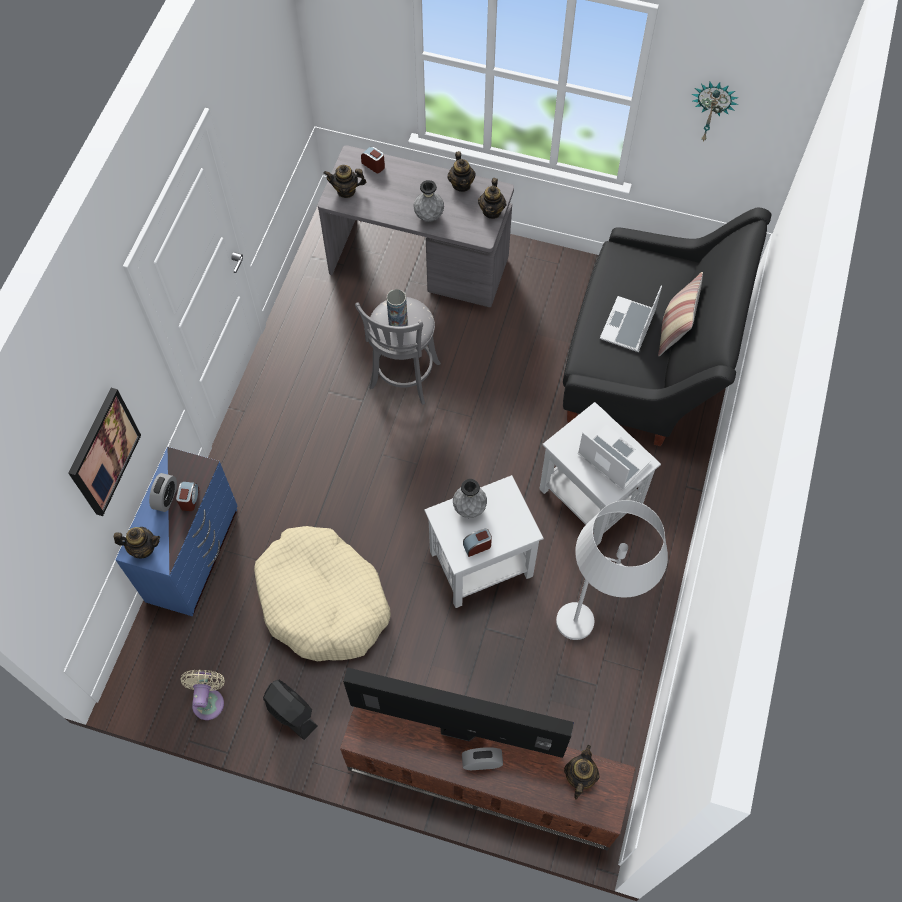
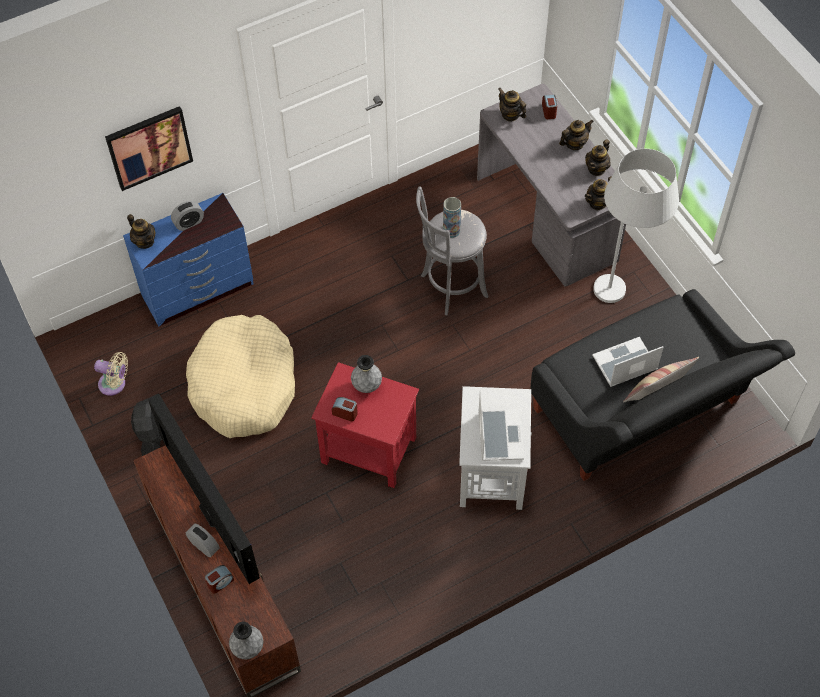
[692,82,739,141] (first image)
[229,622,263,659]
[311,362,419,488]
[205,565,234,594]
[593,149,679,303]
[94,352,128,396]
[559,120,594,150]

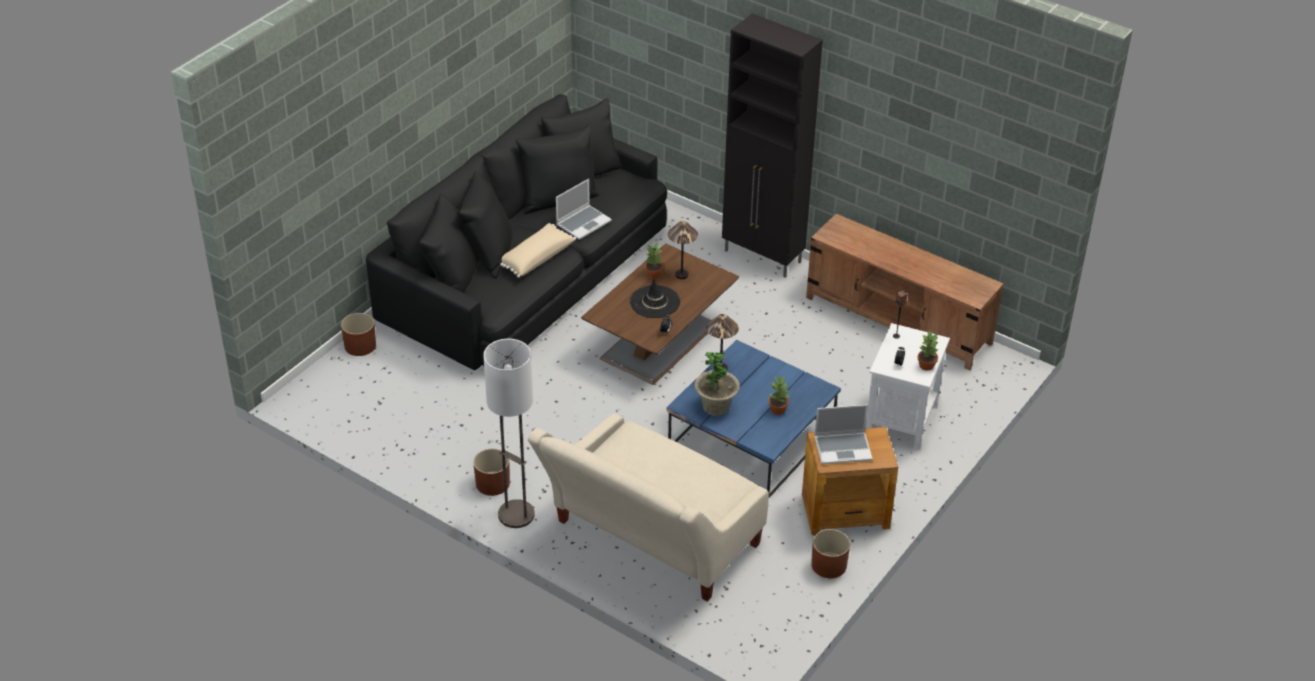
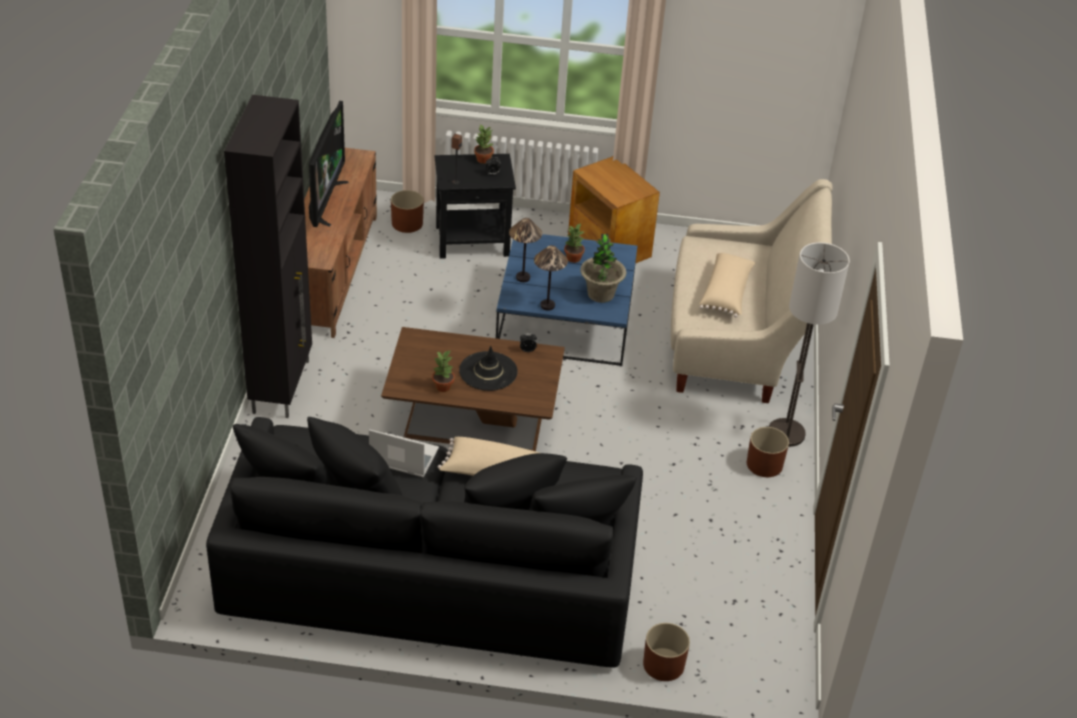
[509,218,542,282]
[434,154,516,259]
[814,404,873,464] (first image)
[391,190,424,233]
[309,101,349,227]
[699,253,755,317]

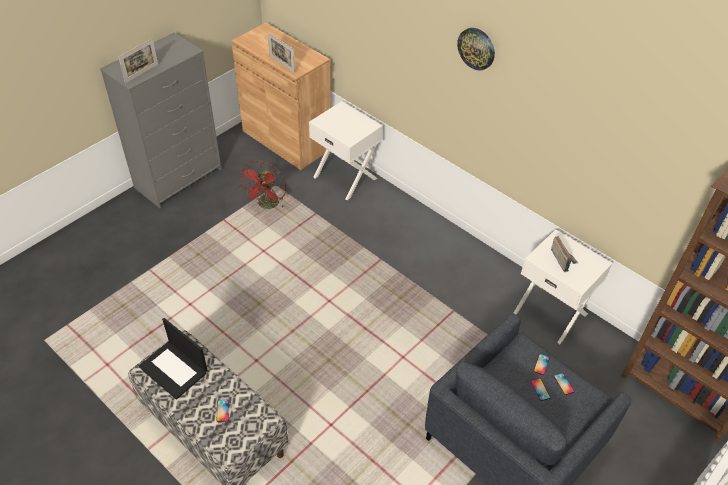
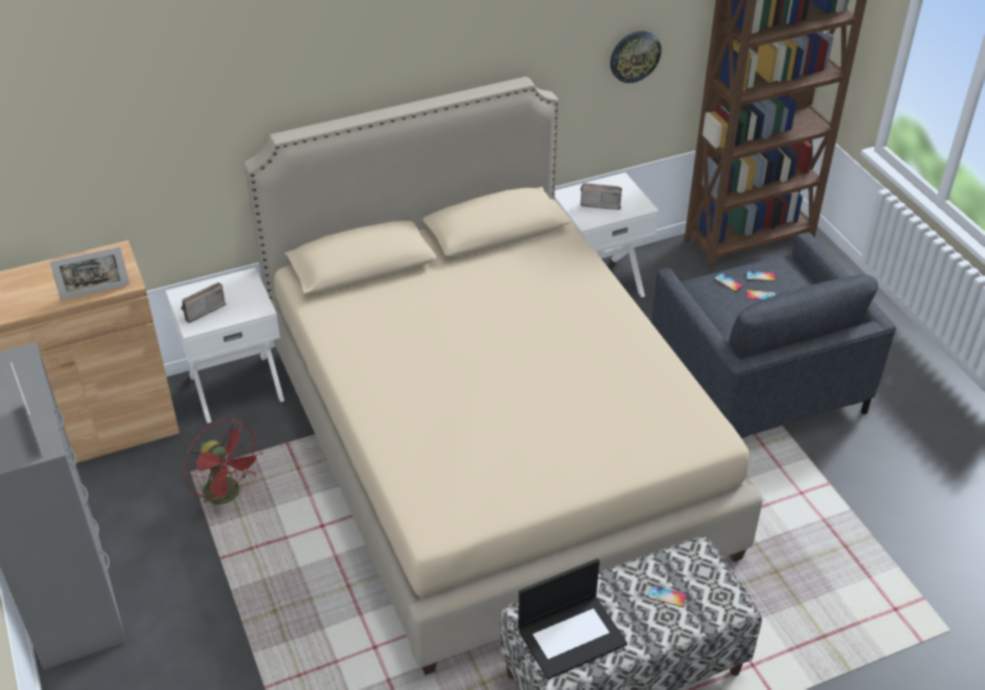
[610,31,661,83]
[244,77,763,675]
[181,282,227,323]

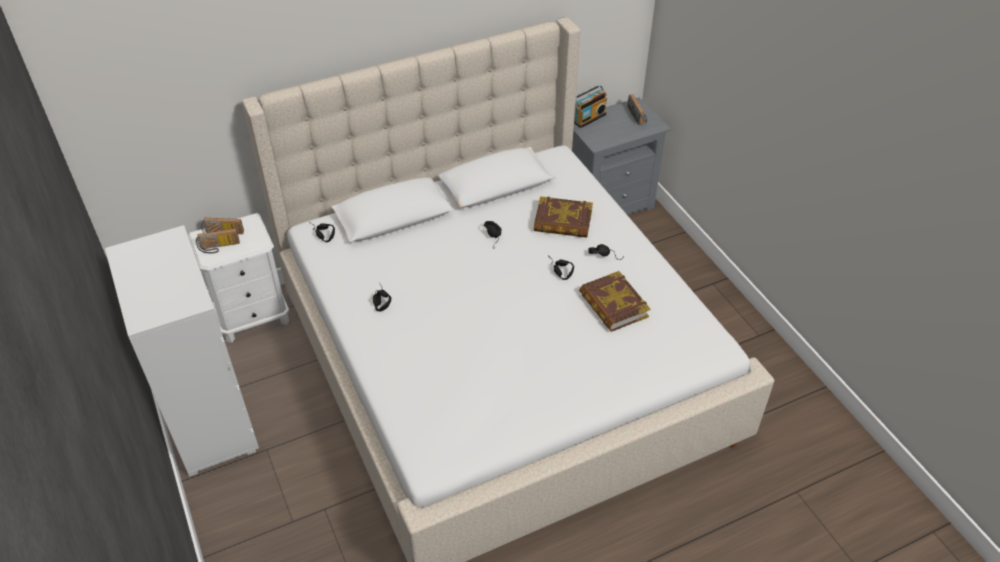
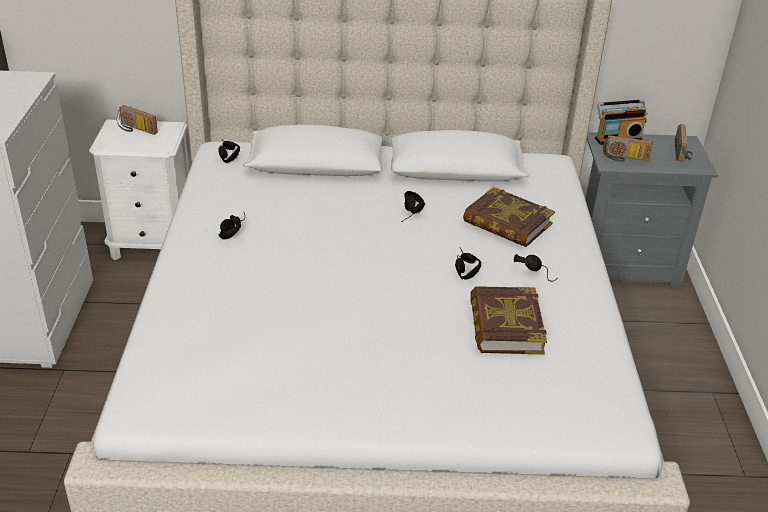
[603,135,653,162]

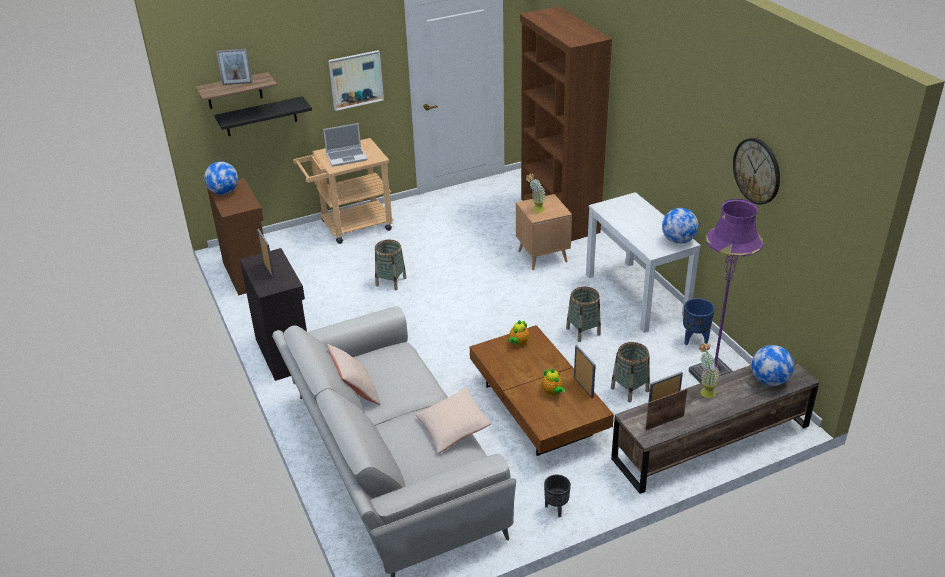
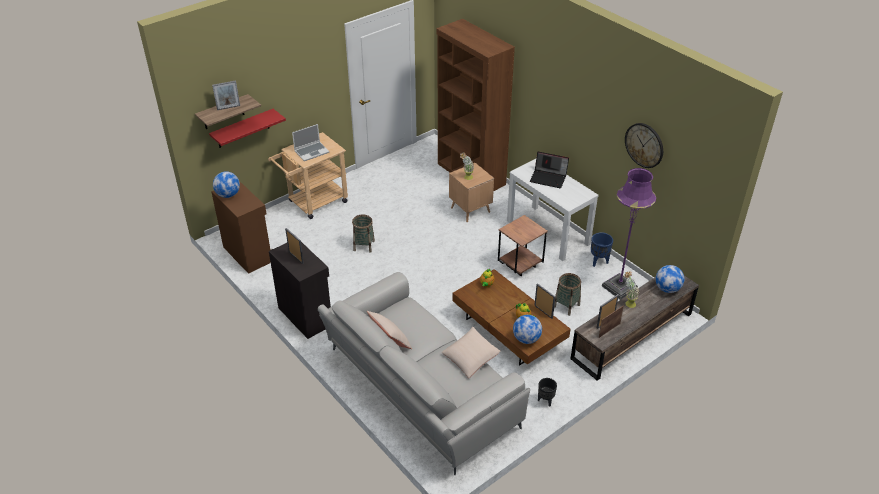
[328,50,384,111] (first image)
[209,109,286,148]
[513,315,542,344]
[498,215,548,276]
[530,152,569,188]

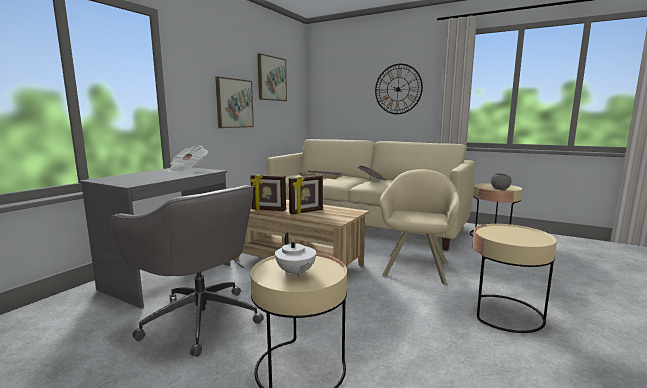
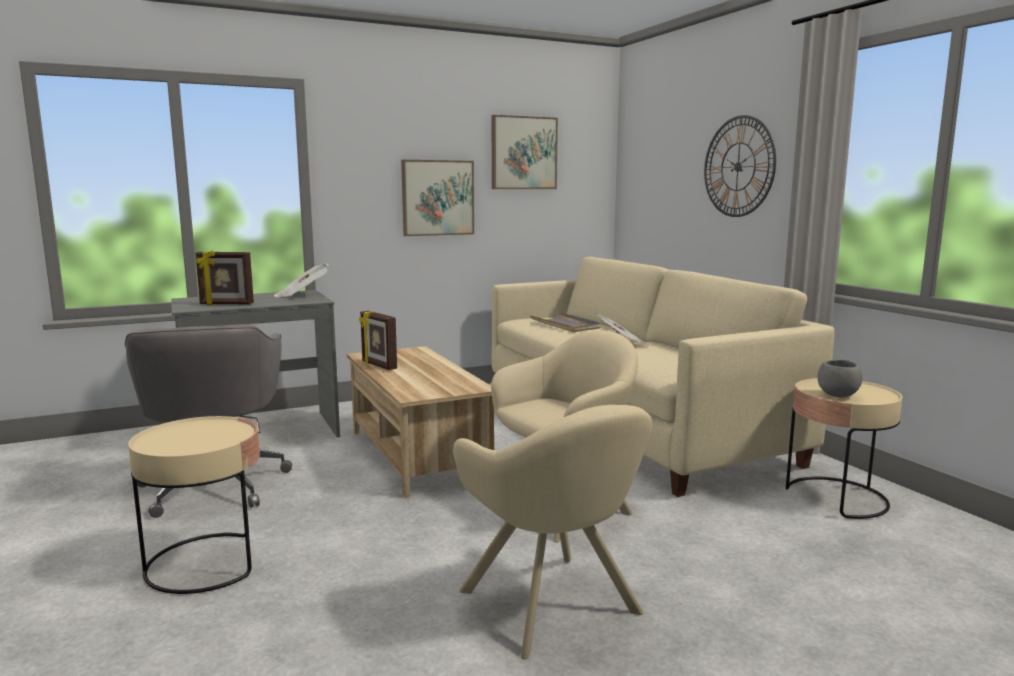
[195,250,254,305]
[453,405,652,659]
[275,232,316,277] (first image)

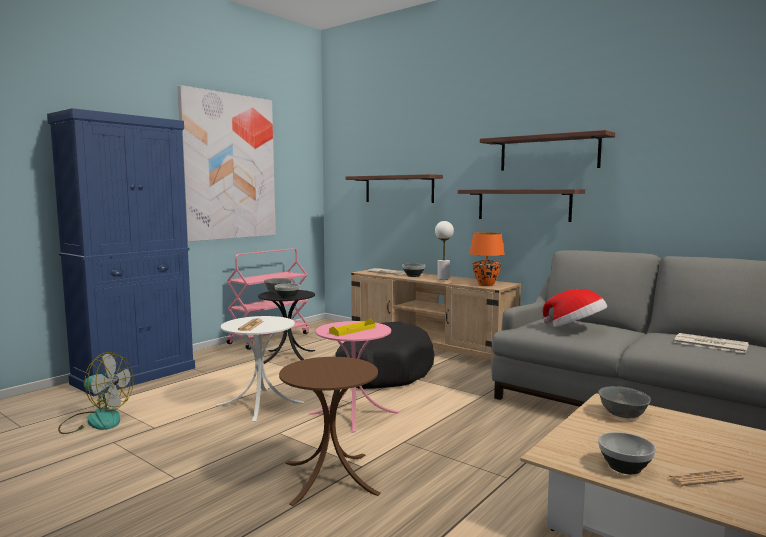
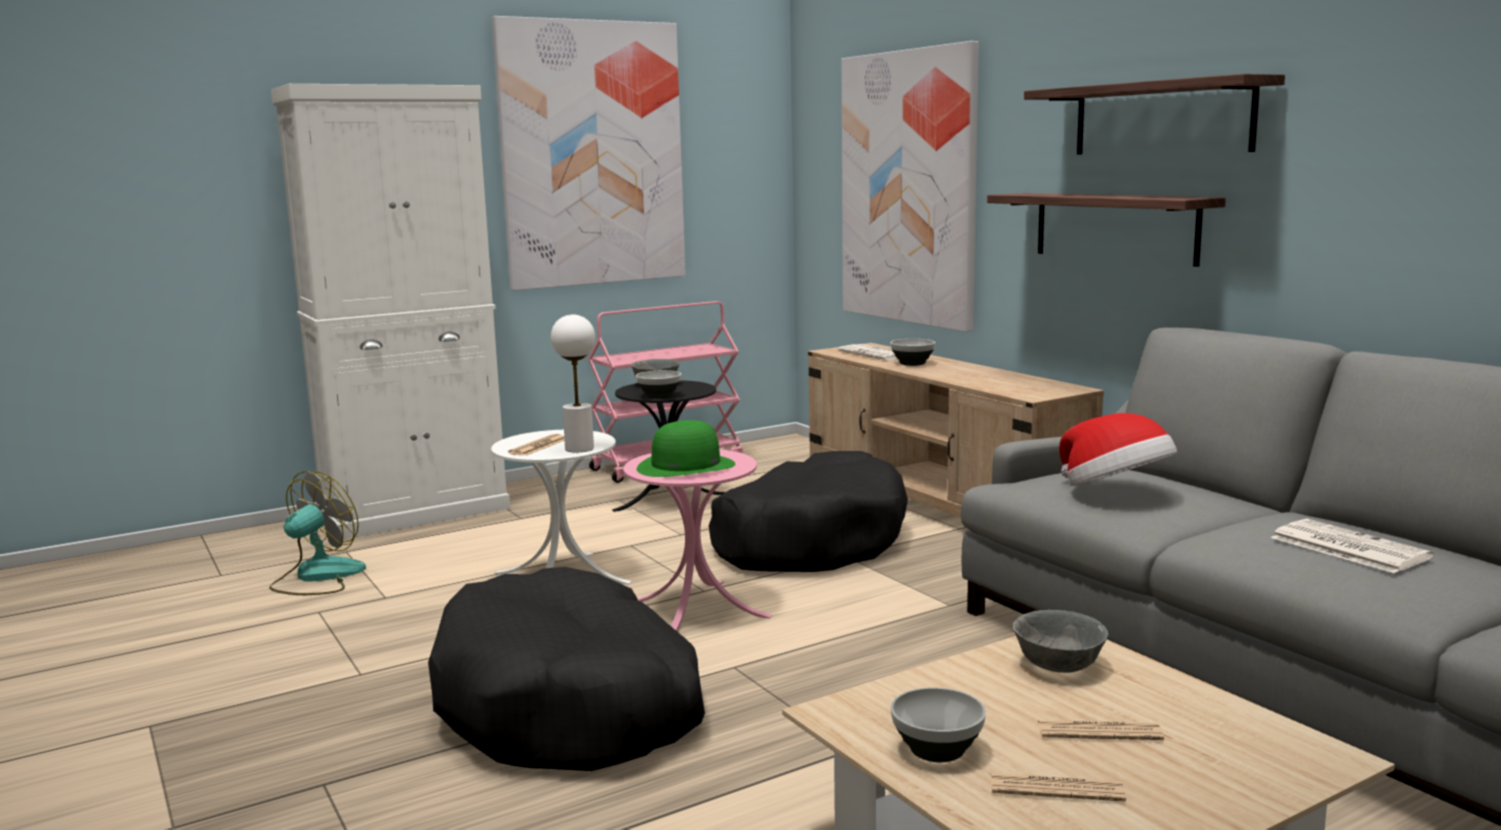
[271,84,510,539]
[841,41,979,332]
[551,314,595,452]
[469,232,505,286] (first image)
[637,420,735,477]
[269,471,366,595]
[428,567,705,771]
[1037,720,1164,740]

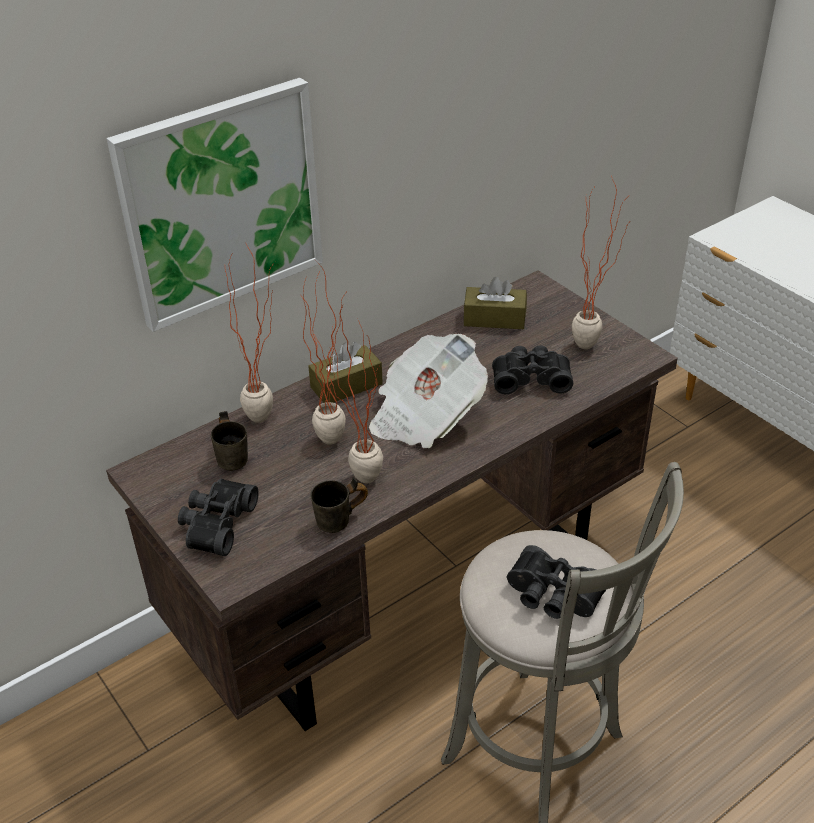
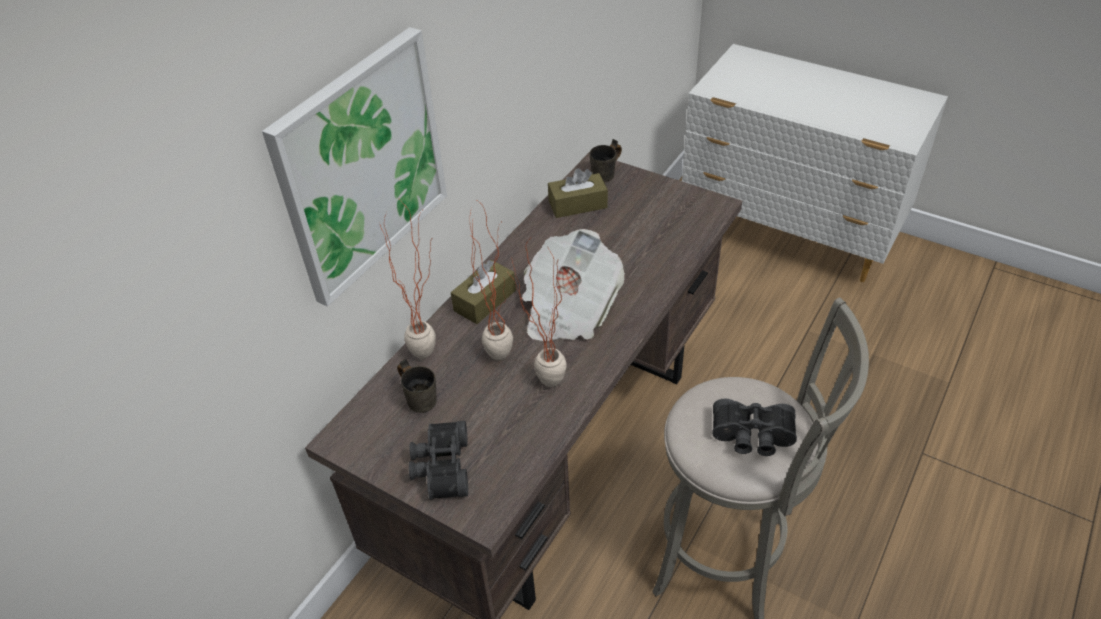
[572,176,631,349] (first image)
[492,345,573,394] (first image)
[590,139,622,182]

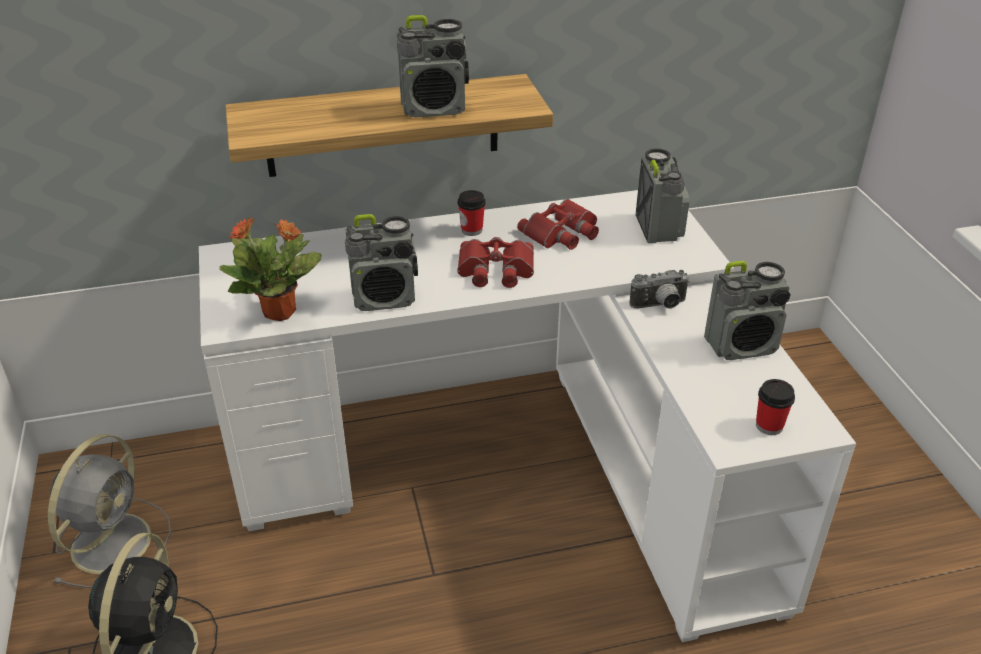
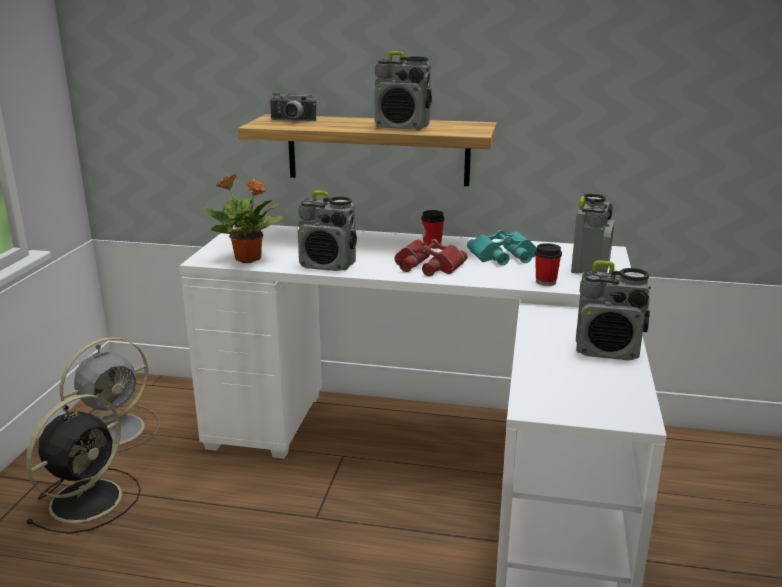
[467,230,537,266]
[269,92,316,122]
[535,243,562,286]

